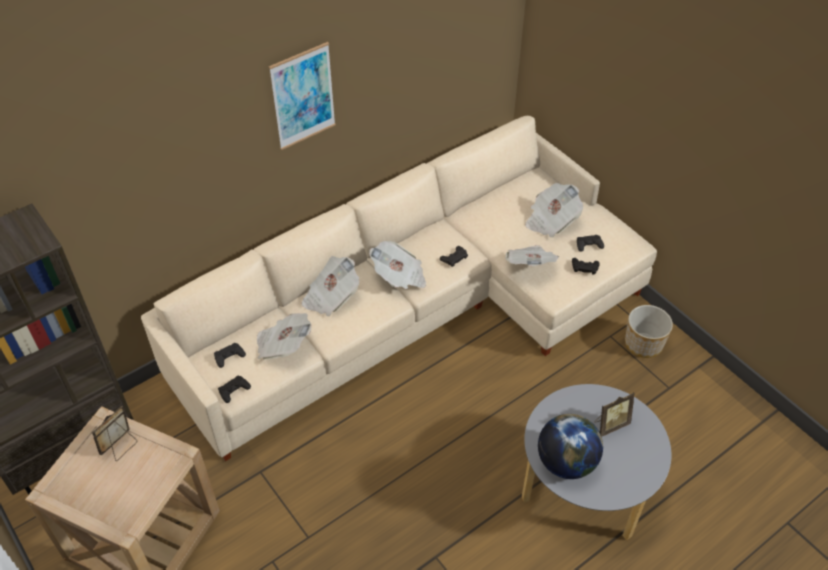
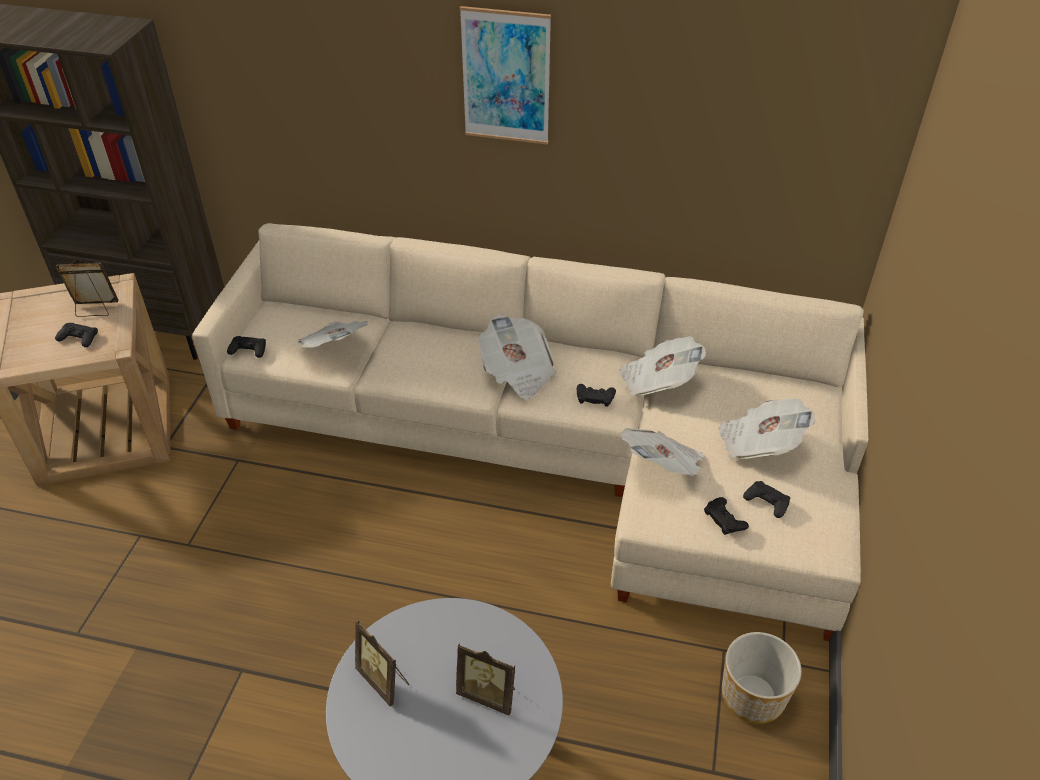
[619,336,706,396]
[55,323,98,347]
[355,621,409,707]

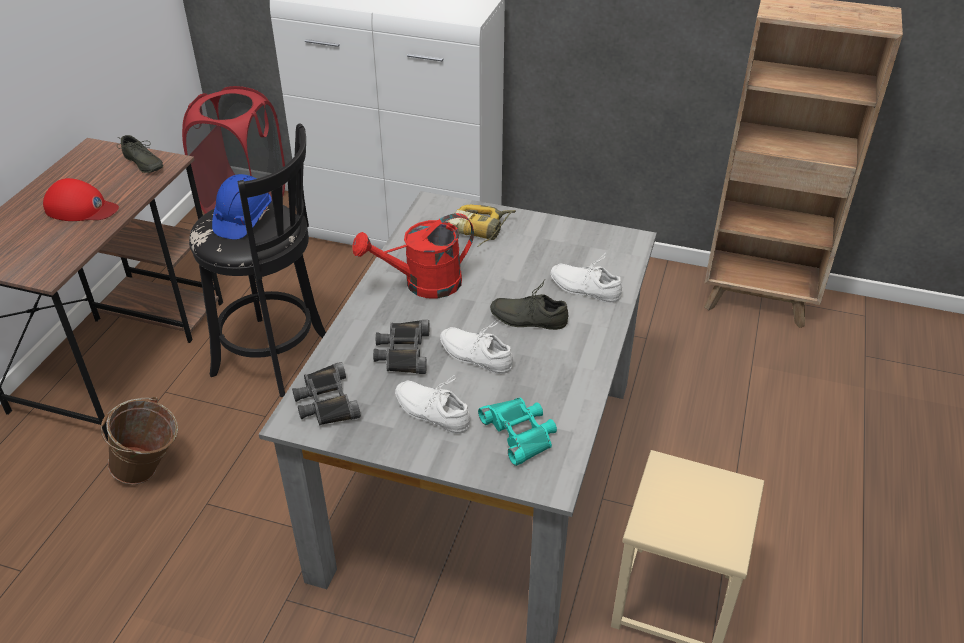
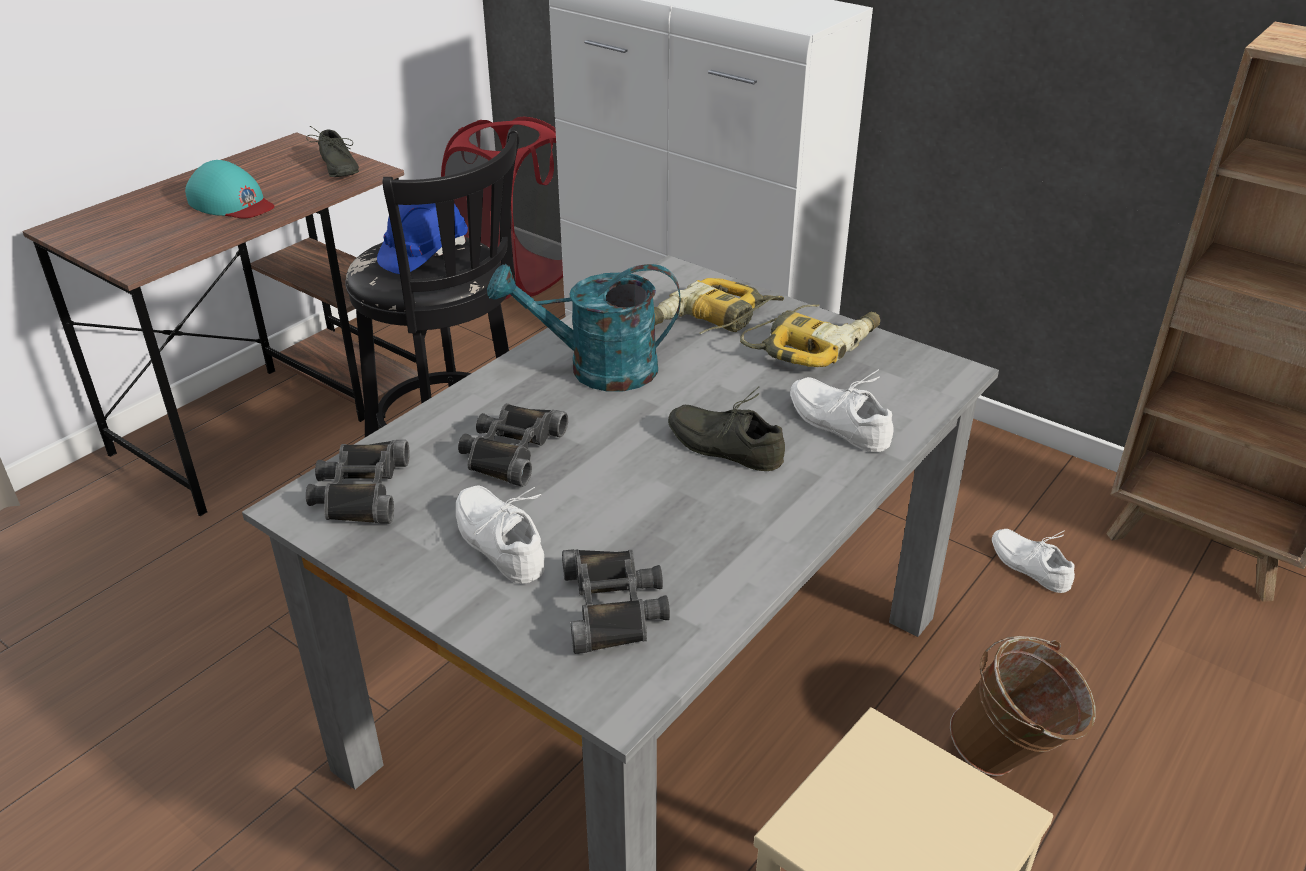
[185,160,275,218]
[487,264,681,391]
[992,529,1075,593]
[950,636,1096,776]
[562,549,670,654]
[740,304,880,367]

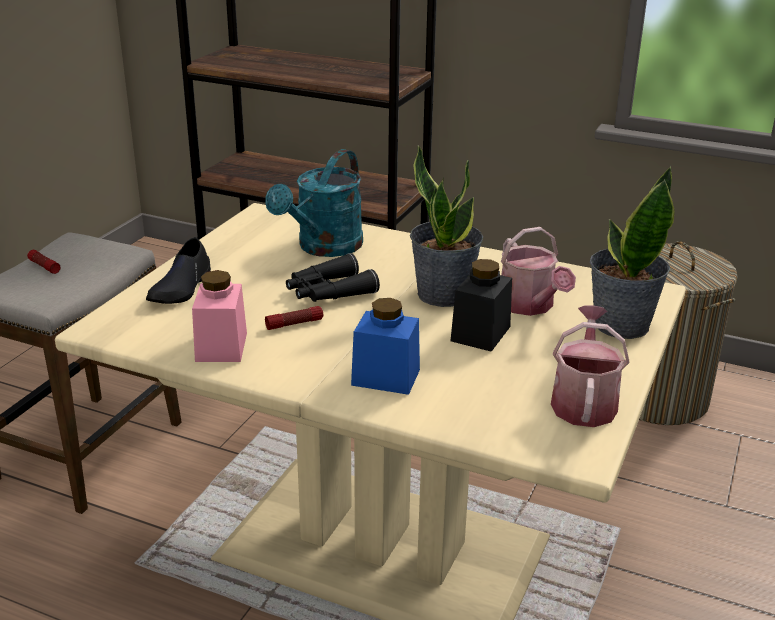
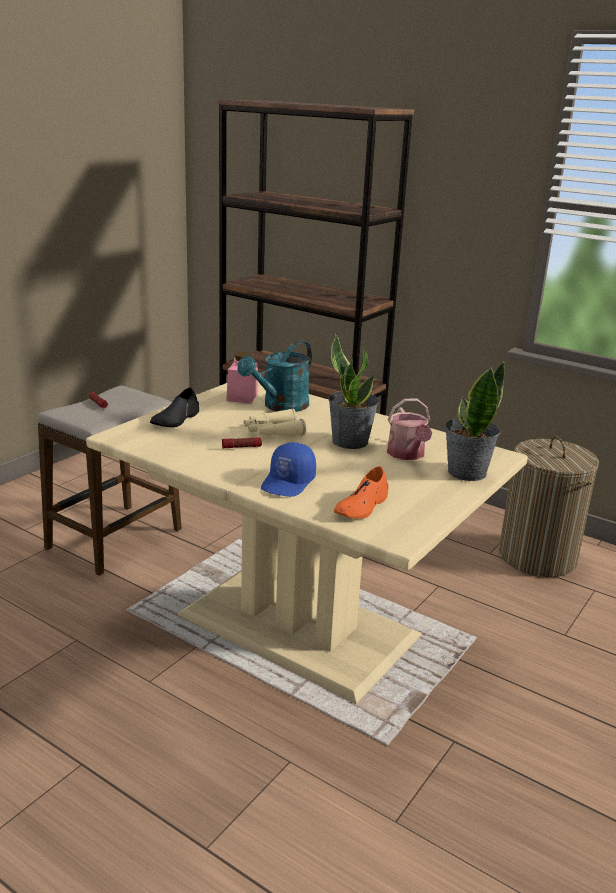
[244,409,306,436]
[451,259,512,352] (first image)
[226,352,258,404]
[261,442,316,497]
[551,305,629,427] (first image)
[334,466,388,519]

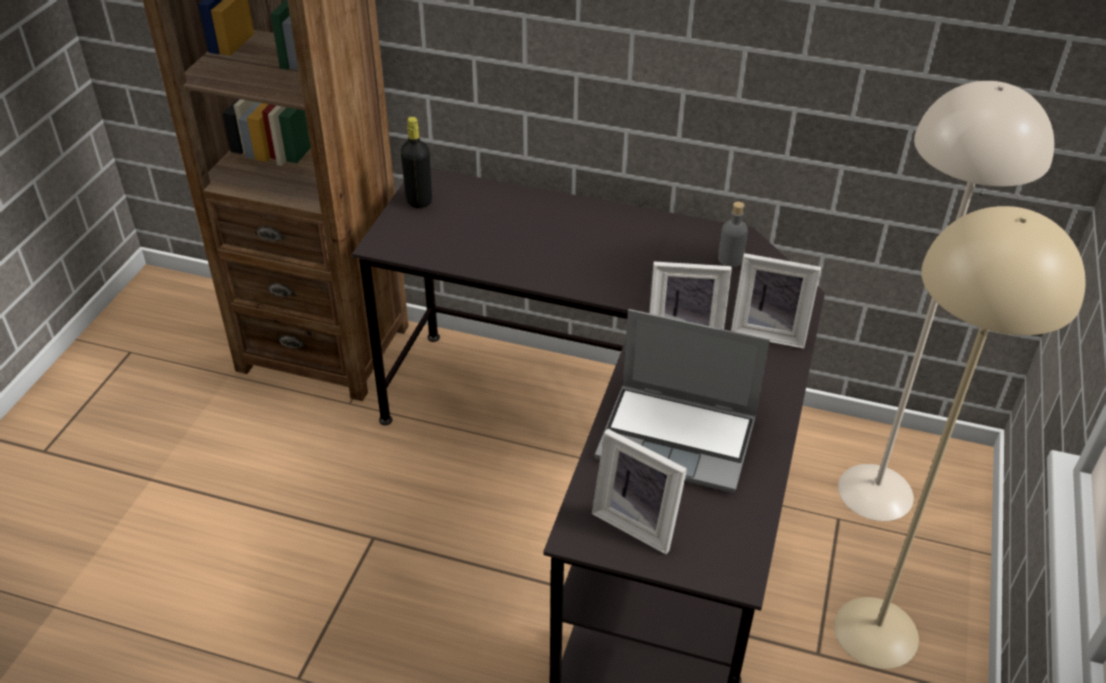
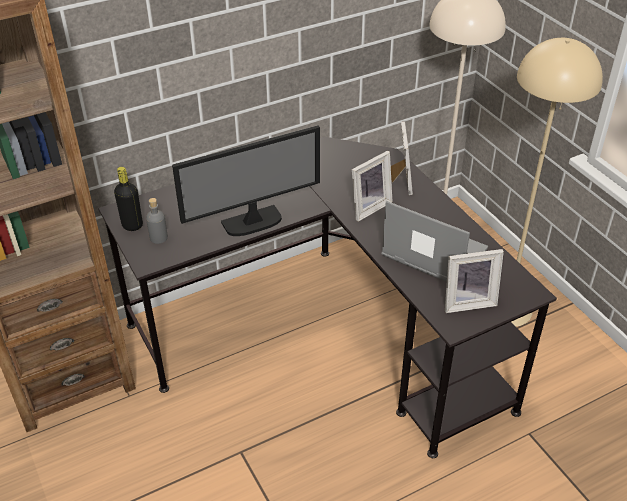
[146,198,168,244]
[391,122,413,195]
[381,201,488,282]
[172,125,320,236]

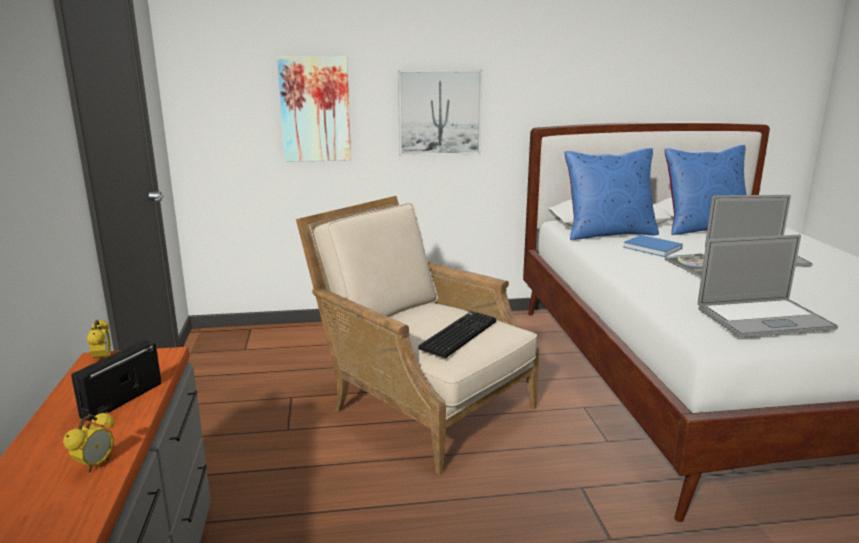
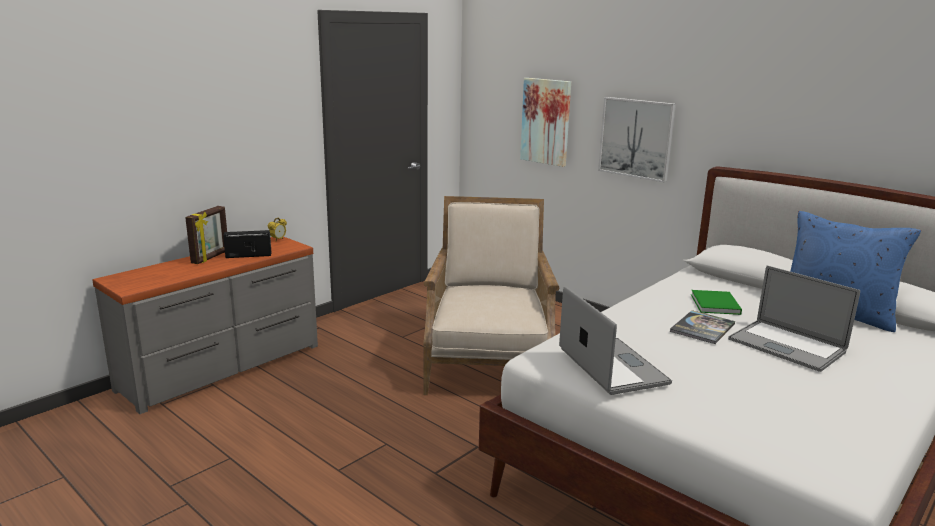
[565,148,659,240] (first image)
[559,286,672,395]
[691,290,742,315]
[418,311,496,358] (first image)
[63,412,114,472] (first image)
[185,206,227,264]

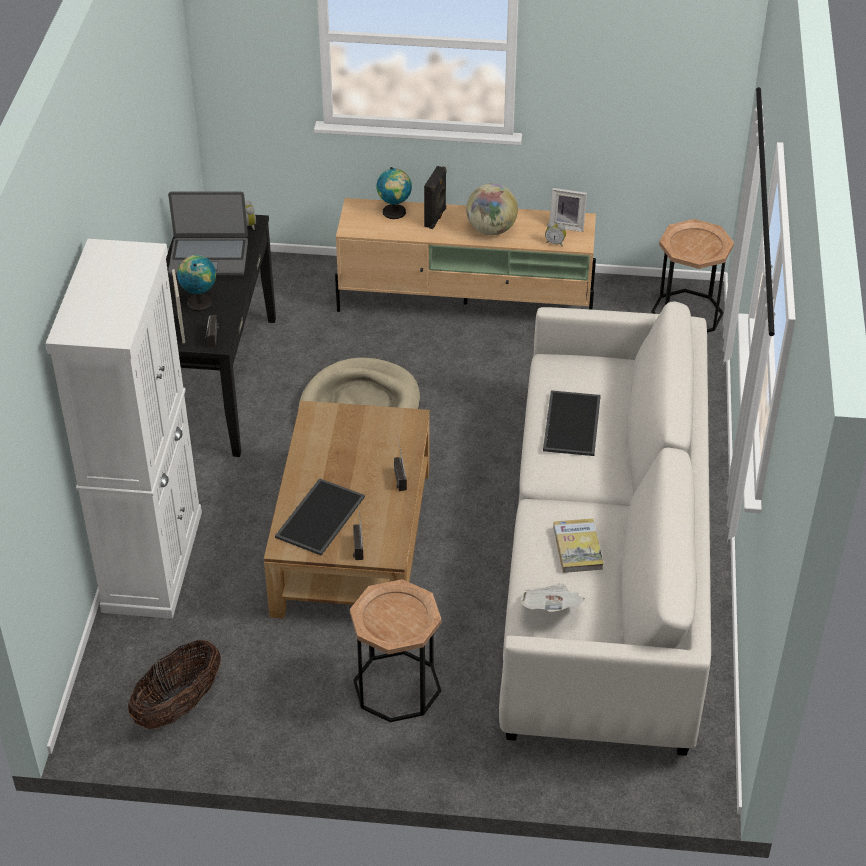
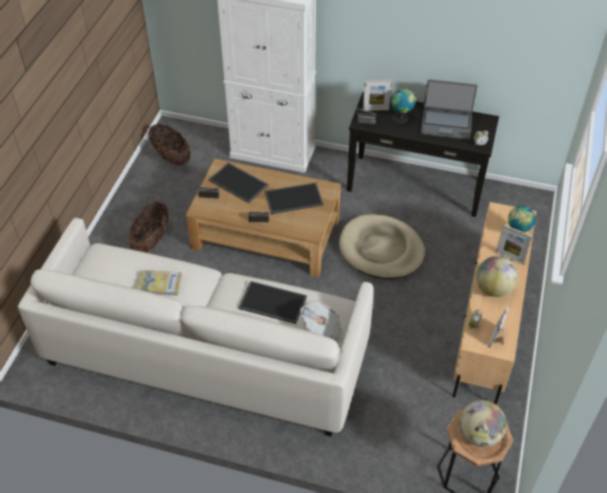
[496,224,533,265]
[421,79,478,140]
[129,201,169,253]
[300,300,344,338]
[265,183,324,214]
[459,400,507,447]

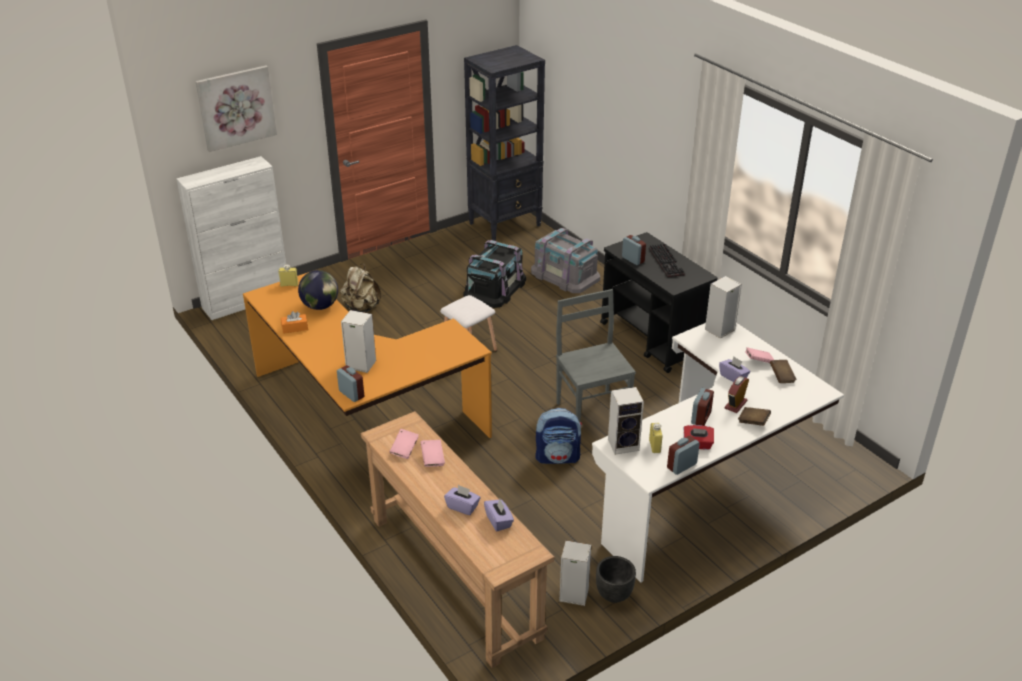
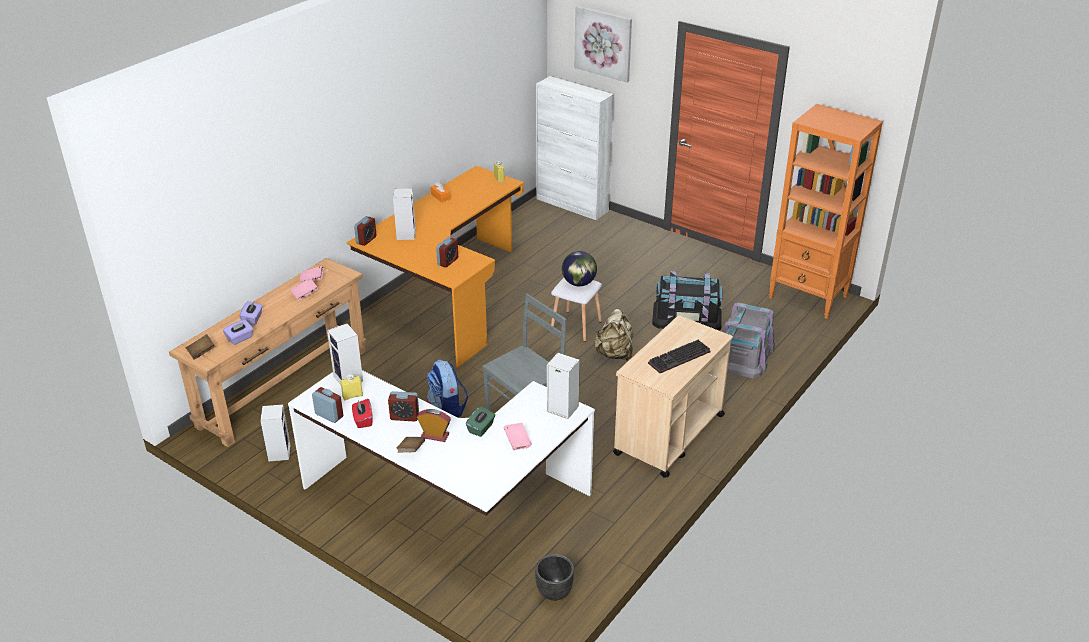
[769,104,883,319]
[613,315,733,478]
[436,237,458,268]
[594,309,633,361]
[562,251,597,286]
[466,406,495,437]
[186,334,215,360]
[535,554,574,601]

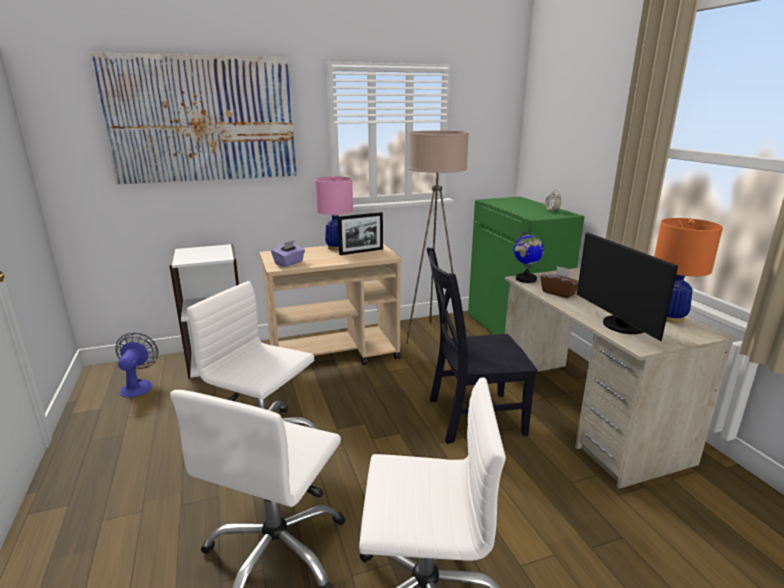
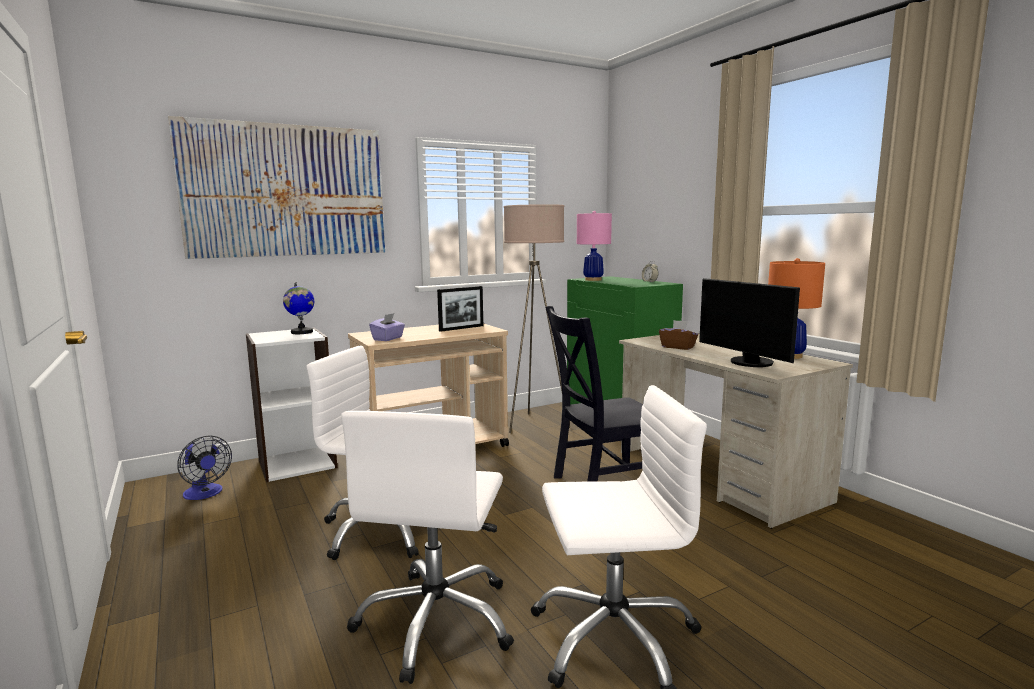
[577,211,612,281]
[283,282,314,334]
[177,436,232,500]

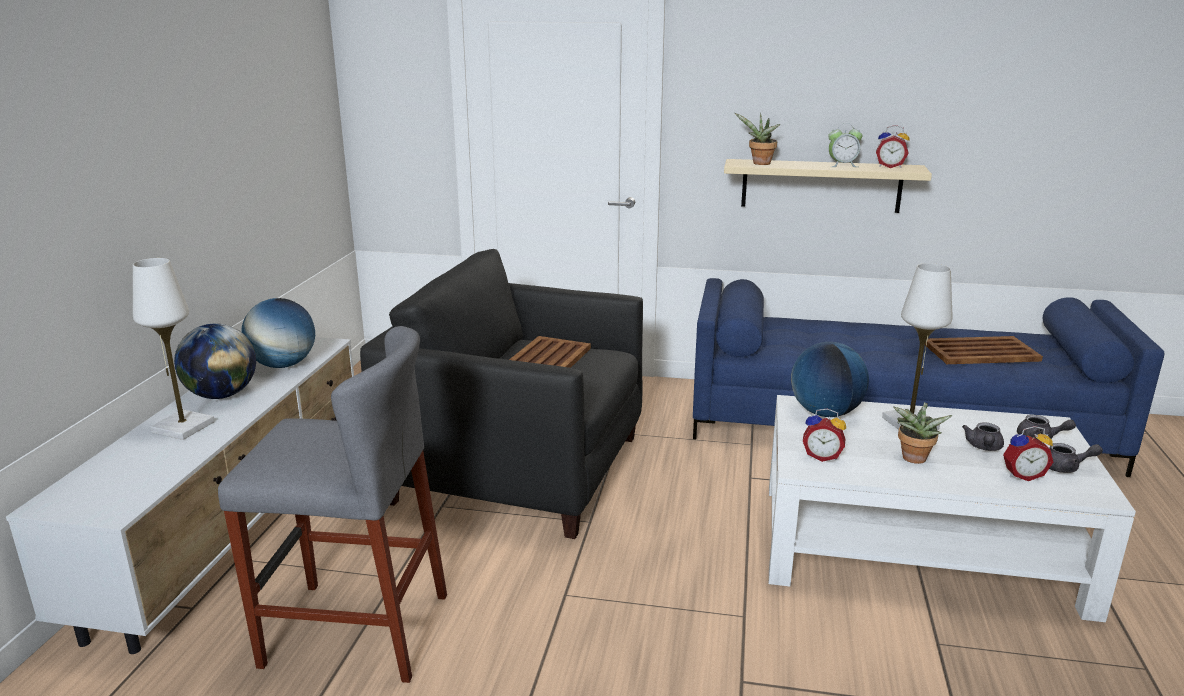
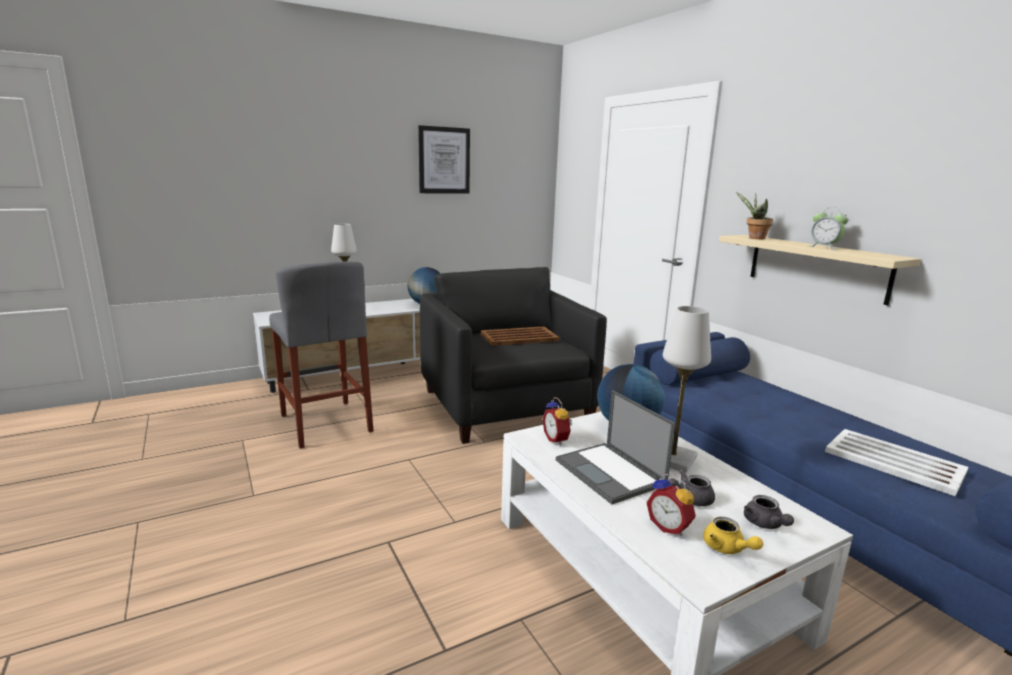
[876,125,909,168] (first image)
[174,323,256,399] (first image)
[825,429,968,496]
[556,390,675,505]
[703,517,763,554]
[418,125,470,194]

